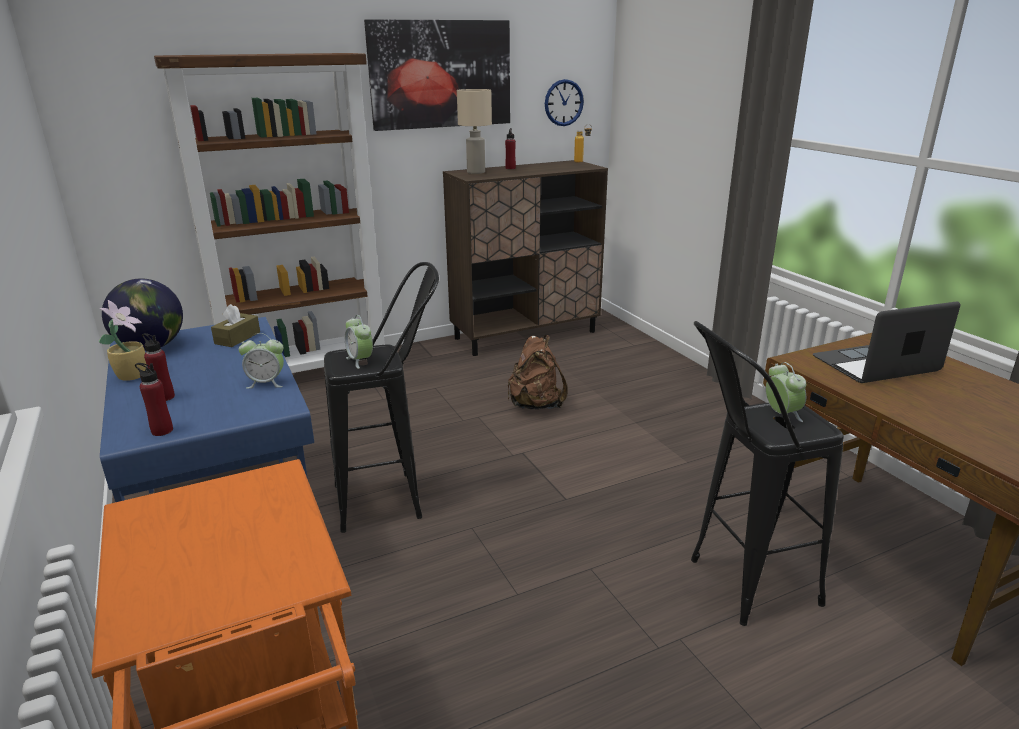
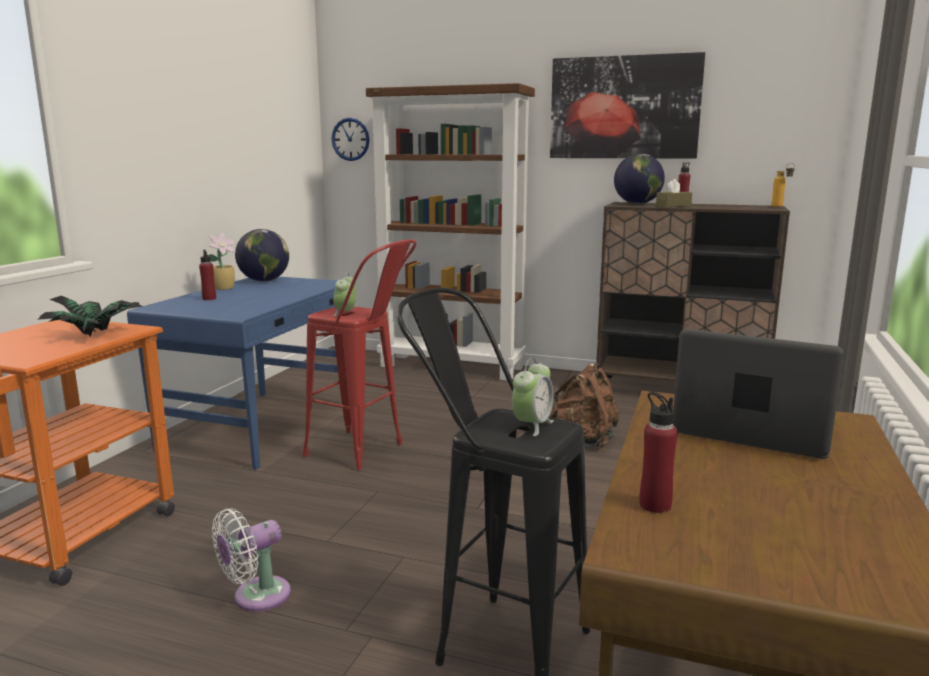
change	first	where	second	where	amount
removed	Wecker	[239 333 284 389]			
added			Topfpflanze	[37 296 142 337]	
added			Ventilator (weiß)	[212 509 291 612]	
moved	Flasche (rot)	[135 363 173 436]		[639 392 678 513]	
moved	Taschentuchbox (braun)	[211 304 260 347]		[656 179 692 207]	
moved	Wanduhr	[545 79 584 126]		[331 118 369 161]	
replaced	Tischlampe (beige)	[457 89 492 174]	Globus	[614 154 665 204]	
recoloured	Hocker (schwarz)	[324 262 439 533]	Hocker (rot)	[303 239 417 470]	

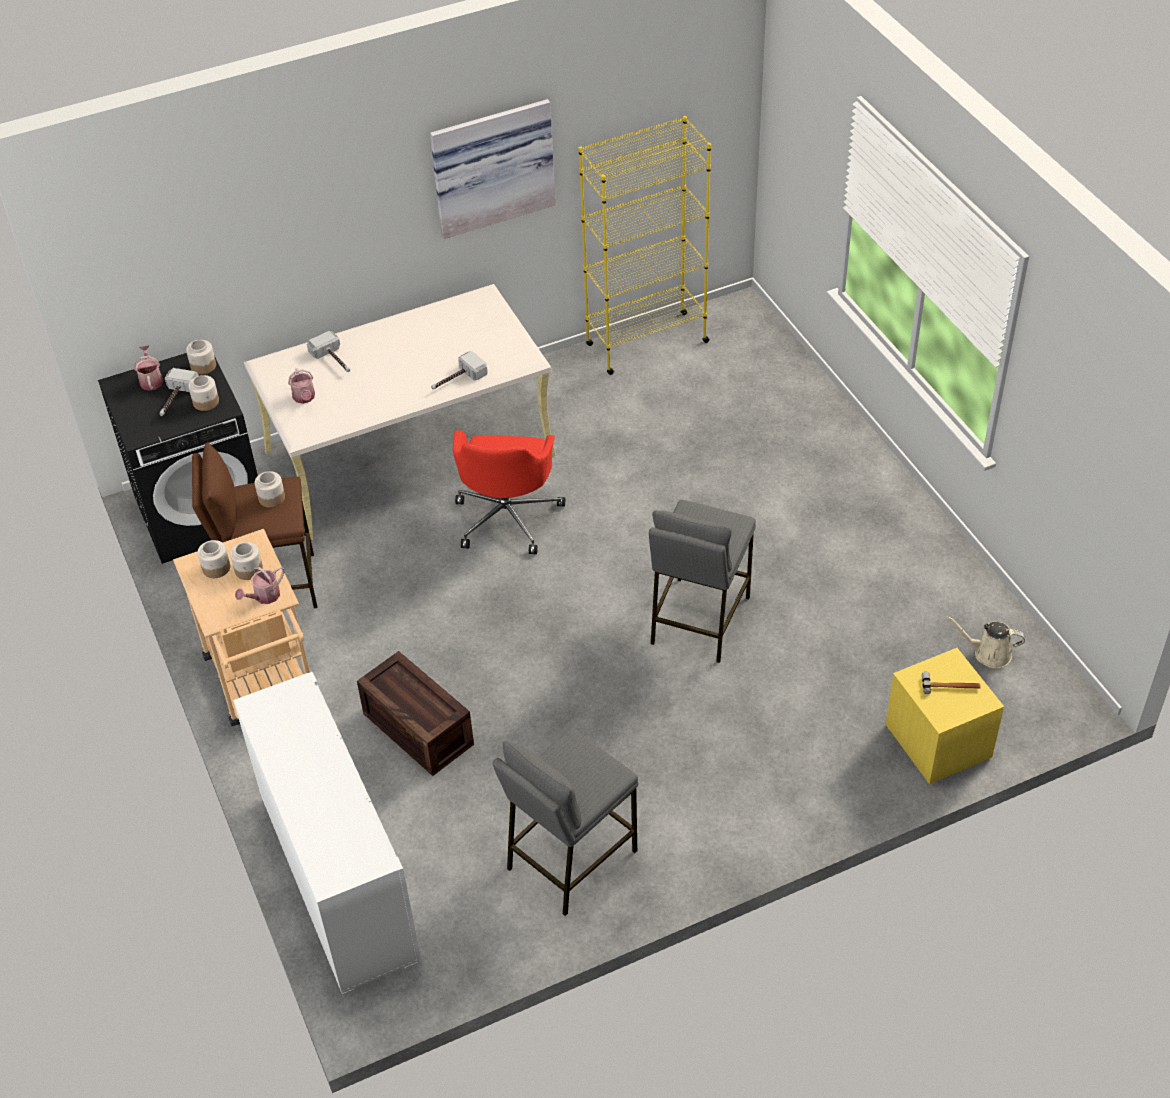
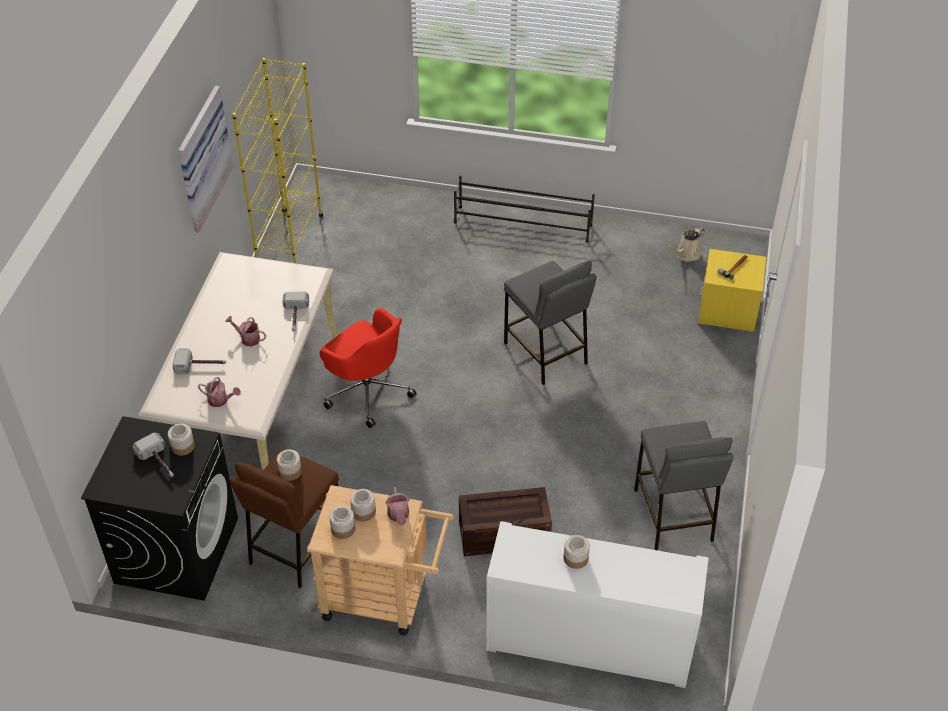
change	first	where	second	where	amount
added			Schuhregal (schwarz)	[454 176 595 242]	
moved	Gießkanne	[134 345 163 390]		[225 316 266 346]	
moved	Vorratsglas	[186 340 216 375]		[564 535 590 569]	

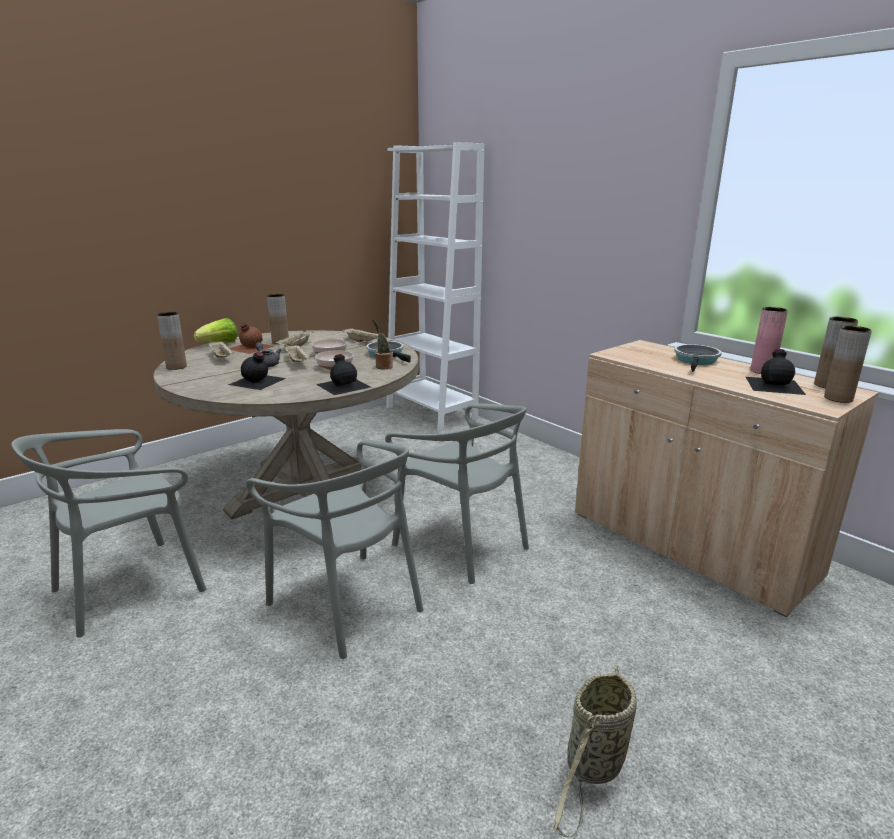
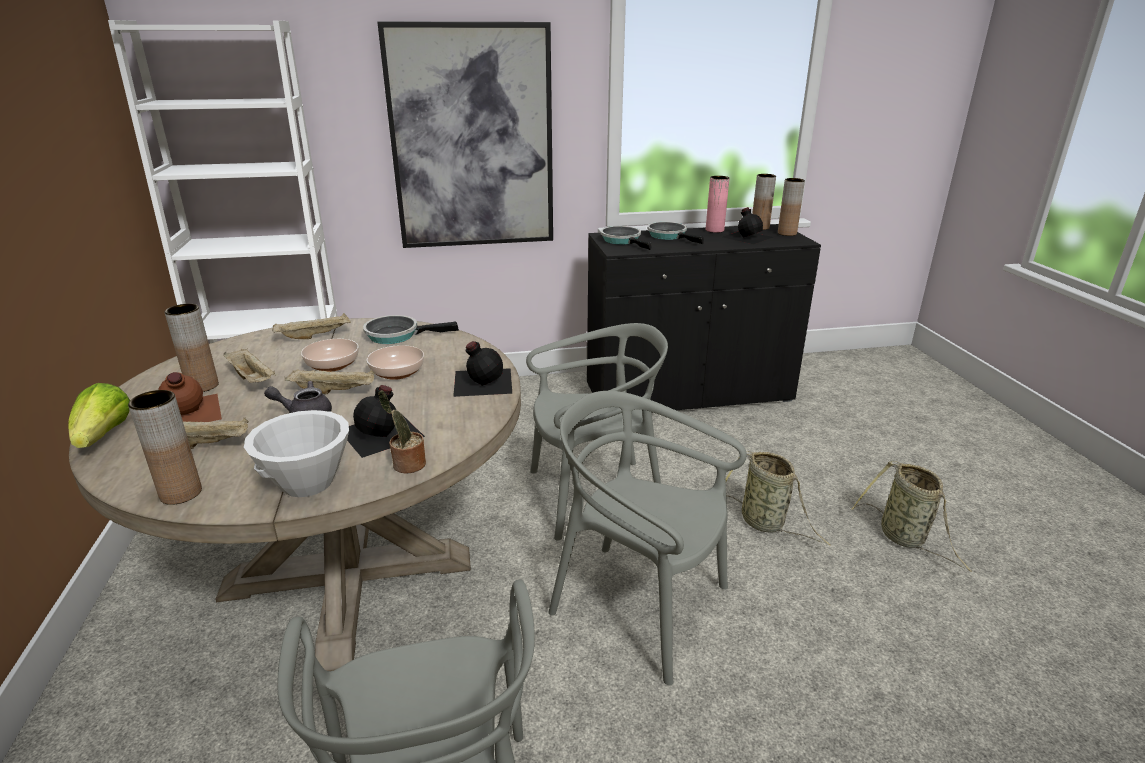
change	first	where	second	where	amount
added			Schüssel (weiß)	[244 410 349 497]	
added			Bild	[377 21 553 248]	
added			Pfanne	[601 226 652 250]	
added			Korb	[726 451 831 545]	
moved	Topfpflanze	[372 319 393 370]		[378 390 426 473]	
recoloured	Schrank (beige)	[575 340 879 617]	Schrank (schwarz)	[587 224 821 413]	
turned	Stuhl (grau)	[246 440 423 659]		[549 391 747 685]	135 degrees counterclockwise

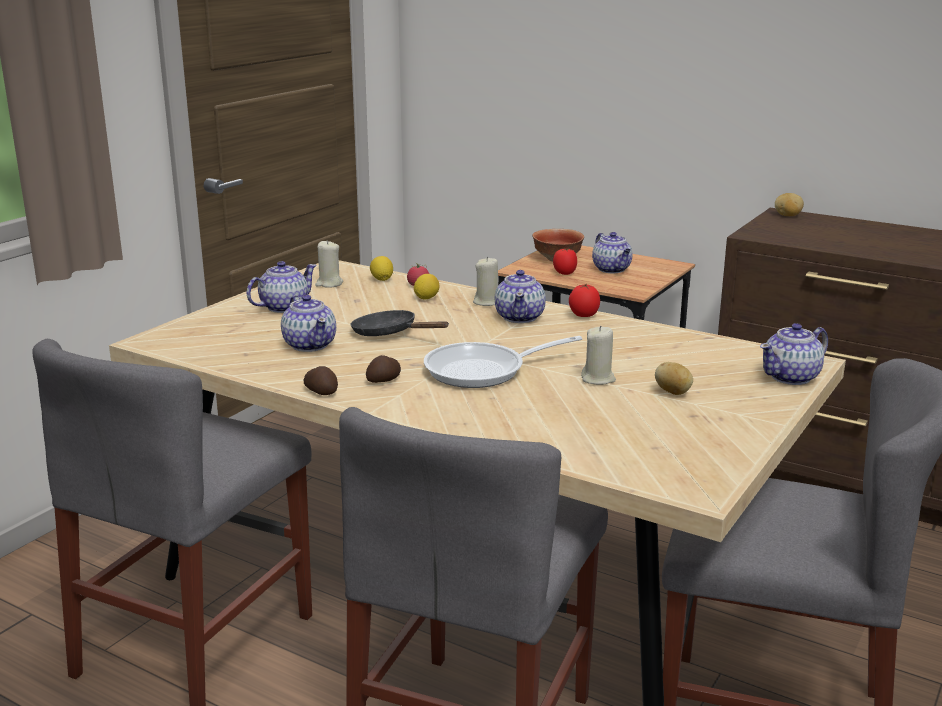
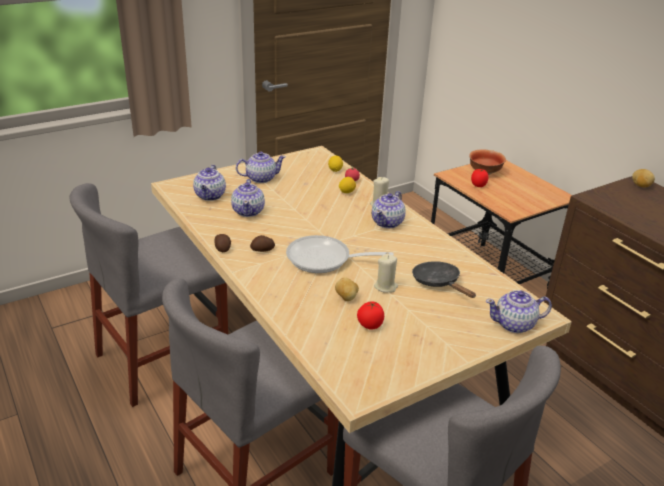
change	first	where	second	where	amount
removed	Kerze (beige)	[315 240 343 288]			
moved	Pfanne (schwarz)	[350 310 449 336]		[412 261 476 298]	
moved	Tomate	[569 284 600 317]		[357 301 384 330]	
moved	Teekanne	[592 232 632 273]		[193 165 226 201]	
moved	Kartoffel	[655 362 693 395]		[335 277 359 301]	

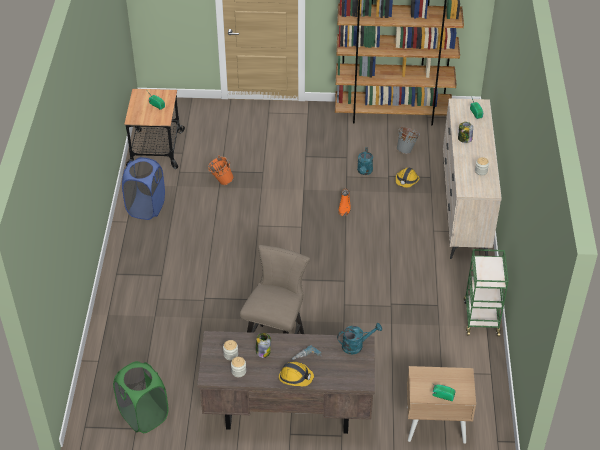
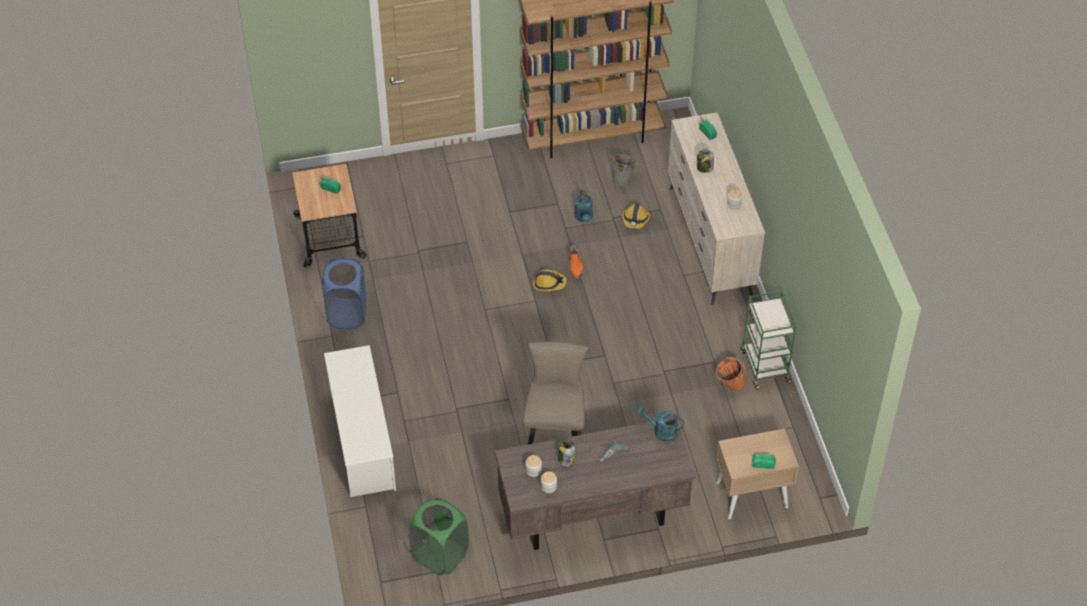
change	first	where	second	where	amount
added			Schuhregal (weiß)	[324 345 396 497]	
moved	Eimer (orange)	[208 156 234 185]		[716 357 747 392]	
moved	Schutzhelm	[279 362 314 386]		[533 269 567 291]	
turned	Gießkanne (türkis)	[337 323 382 355]		[636 406 684 441]	135 degrees counterclockwise

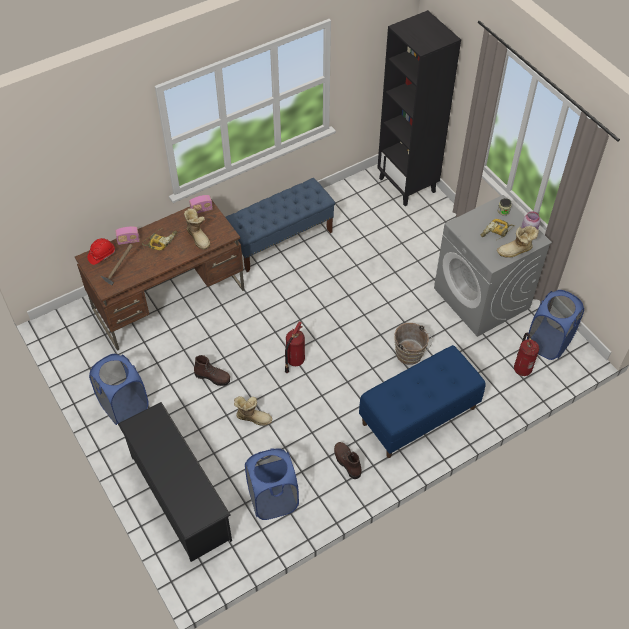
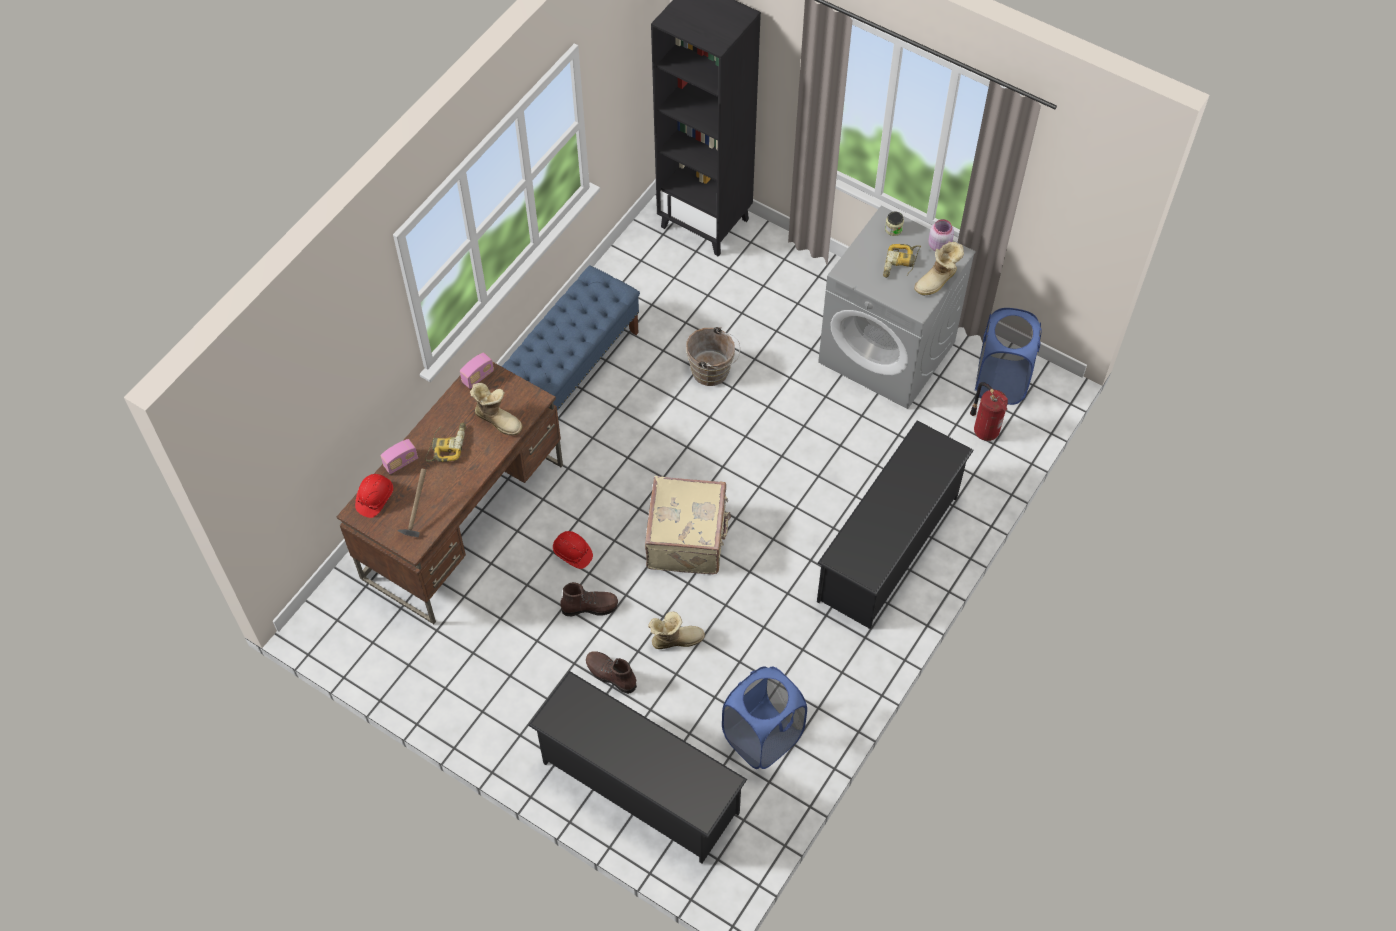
change	first	where	second	where	amount
removed	Wäschekorb (blau)	[89 354 149 425]			
added			Schutzhelm (rot)	[553 531 593 569]	
moved	Stiefel (braun)	[334 442 362 479]		[586 651 637 694]	
moved	Eimer (braun)	[394 323 432 365]		[686 327 740 386]	
replaced	Feuerlöscher	[285 321 305 373]	Koffer (beige)	[645 476 731 574]	
replaced	Bank (blau)	[359 345 486 458]	Schuhregal (schwarz)	[817 420 974 629]	

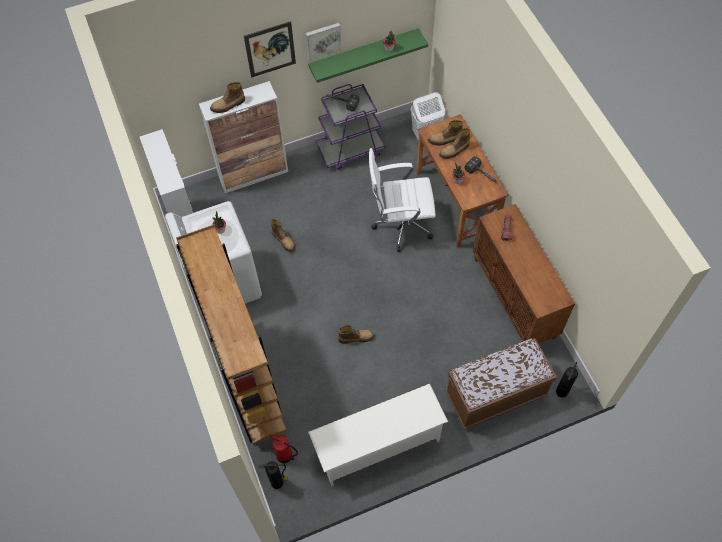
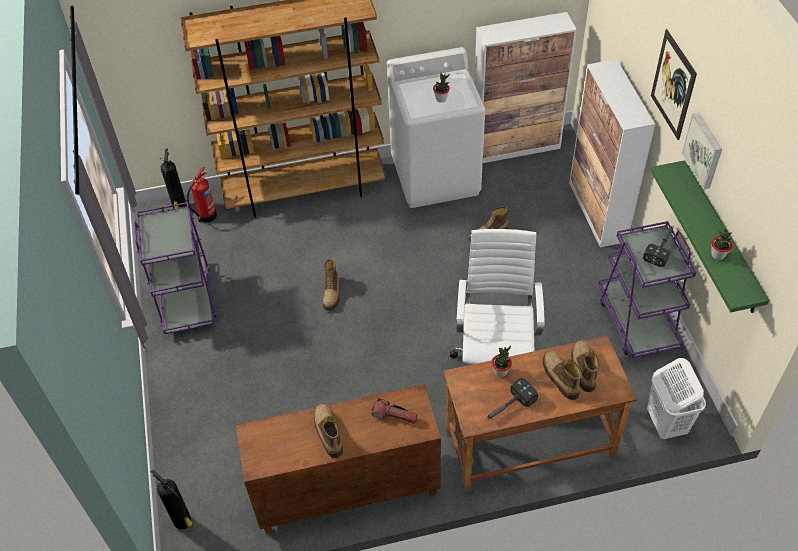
change	first	where	second	where	amount
removed	Bank (braun)	[445 338 557 430]			
moved	Stiefel	[210 82 245 113]		[314 404 343 458]	
replaced	Schuhregal (weiß)	[308 384 448 486]	Rollwagen (lila)	[134 202 217 334]	

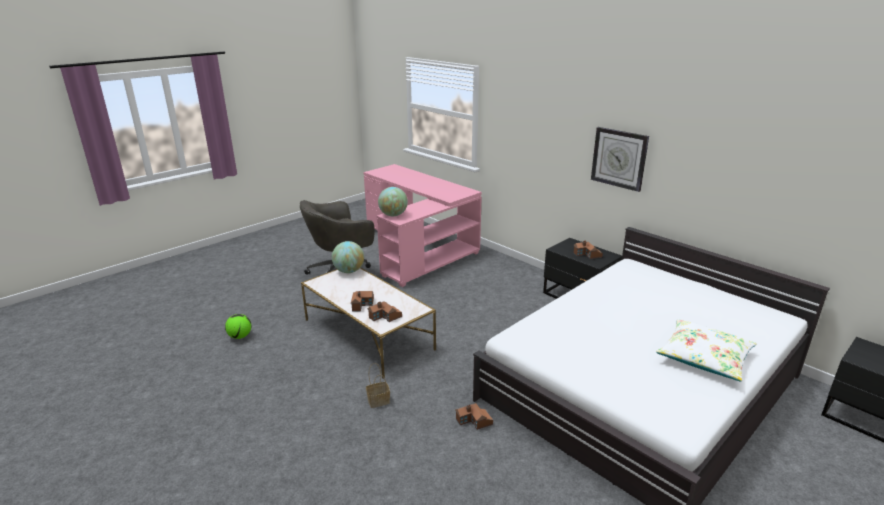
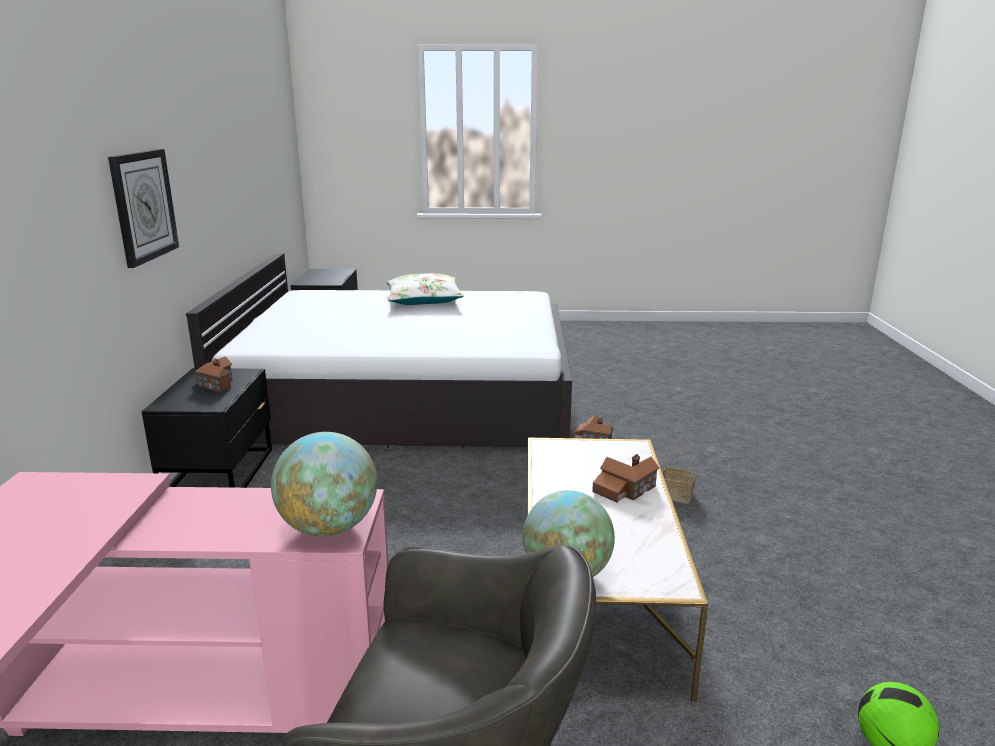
change	first	where	second	where	amount
removed	Spielzeughaus	[367 301 402 322]			

